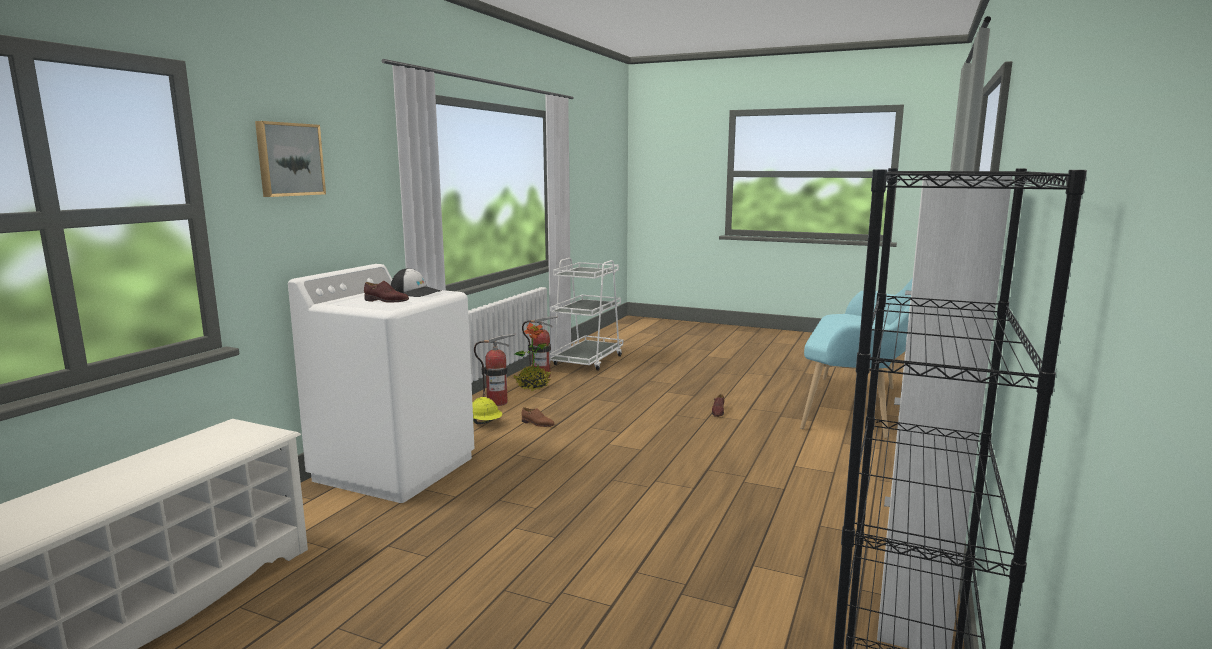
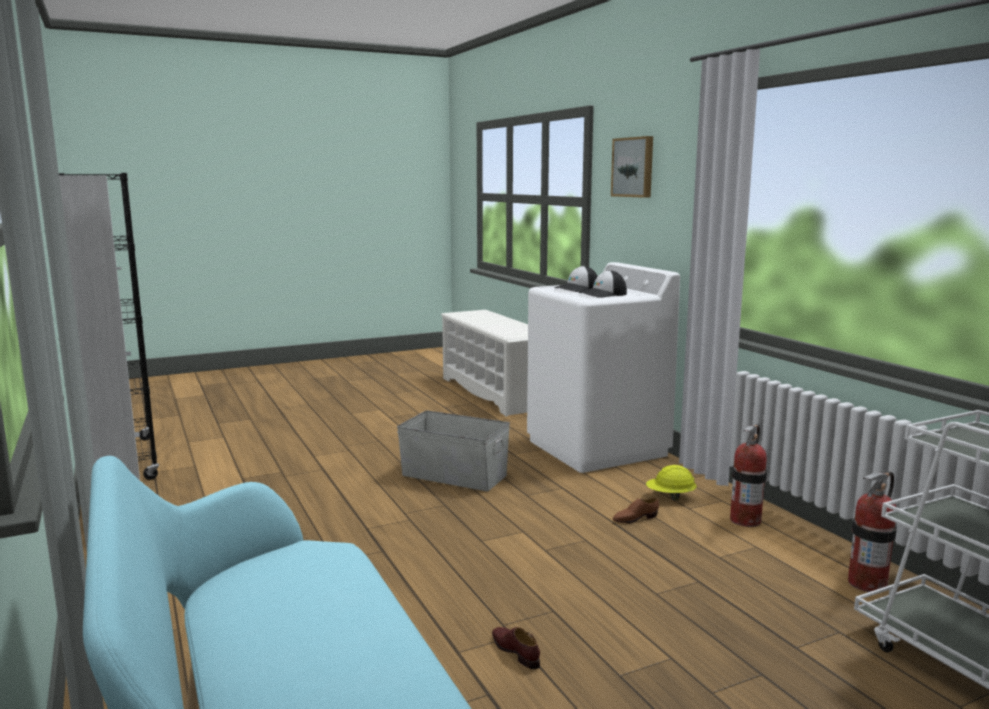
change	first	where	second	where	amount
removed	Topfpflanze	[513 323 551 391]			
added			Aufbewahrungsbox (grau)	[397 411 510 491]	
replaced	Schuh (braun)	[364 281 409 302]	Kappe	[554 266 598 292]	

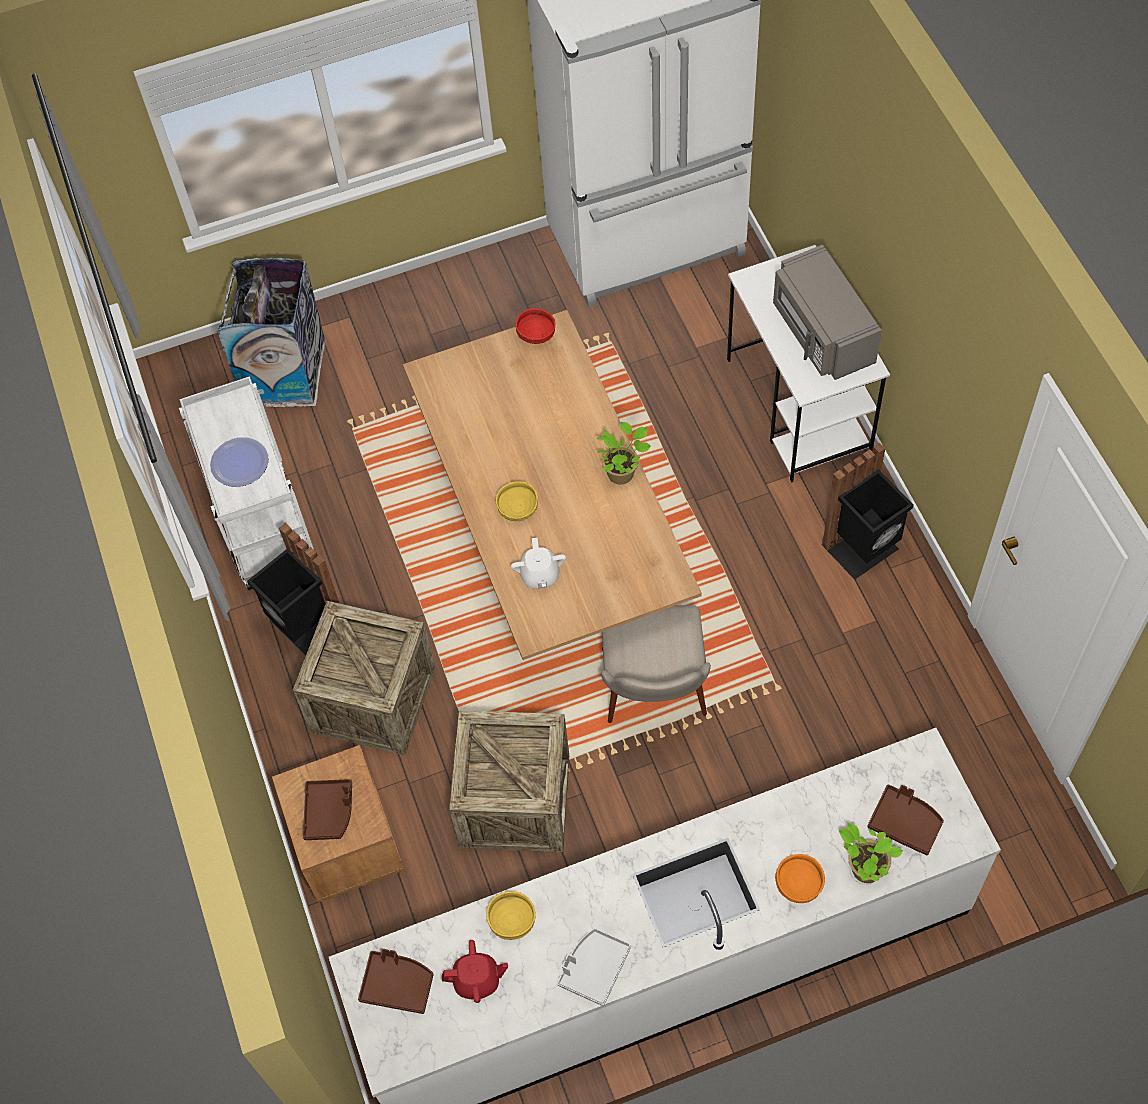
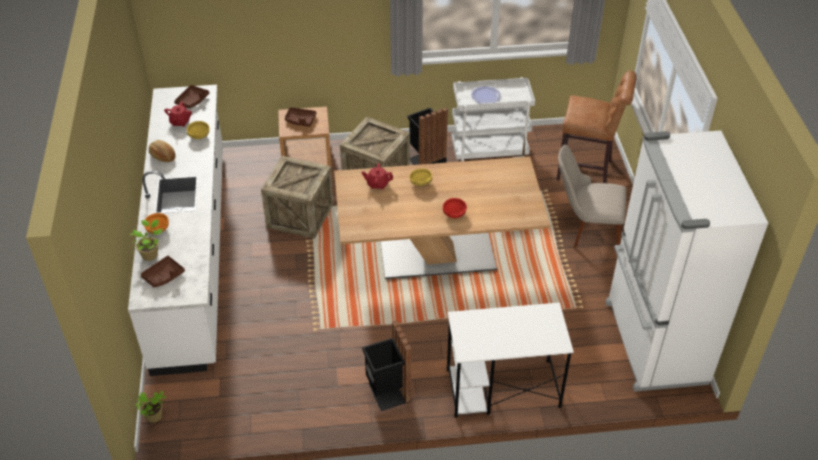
change	first	where	second	where	amount
removed	Mikrowelle (grau)	[773 245 882 380]			
moved	Schüssel (rot)	[515 308 556 344]		[443 198 467 218]	
moved	Topfpflanze	[596 422 651 485]		[135 391 166 423]	
moved	Stuhl (beige)	[601 605 711 723]		[558 144 626 249]	
replaced	Mülleimer	[215 257 326 407]	Hocker (braun)	[557 71 637 183]	
replaced	Tablett (grau)	[557 928 631 1006]	Brot	[149 140 176 162]	
recoloured	Teekanne (weiß)	[511 538 566 589]	Teekanne (rot)	[362 163 393 189]	

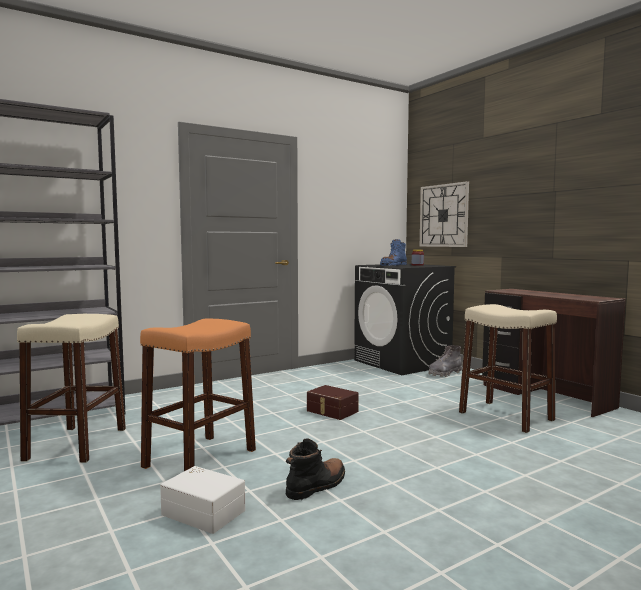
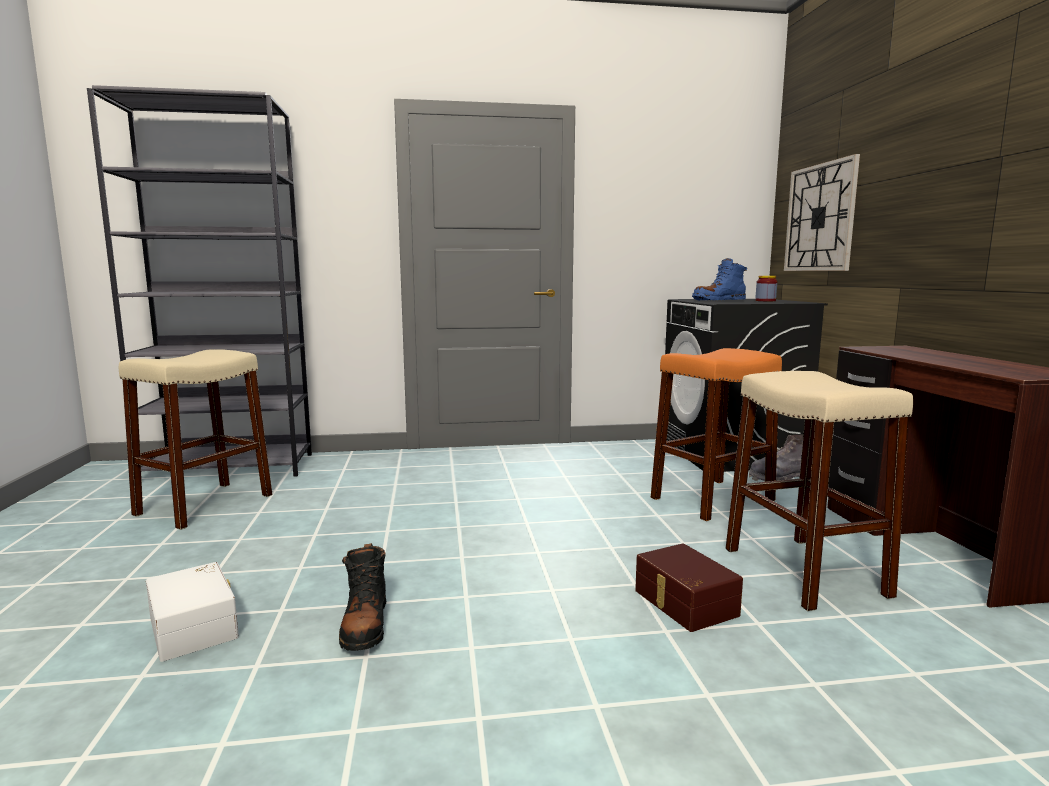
change	first	where	second	where	amount
moved	Hocker (orange)	[140 318 256 471]		[651 348 782 521]	
moved	Aufbewahrungsbox (braun)	[307 385 359 420]		[635 543 743 632]	
turned	Stiefel (schwarz)	[286 438 345 500]		[339 543 387 651]	105 degrees clockwise

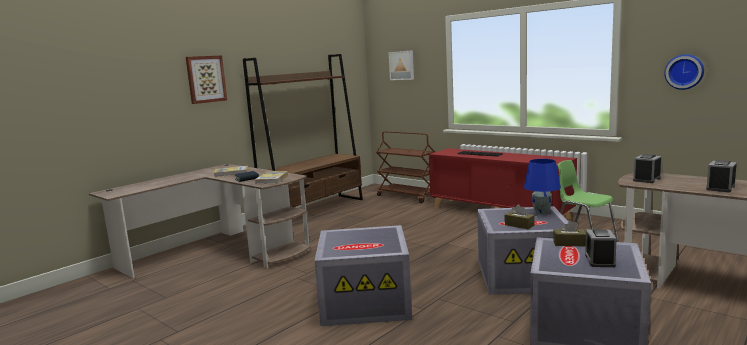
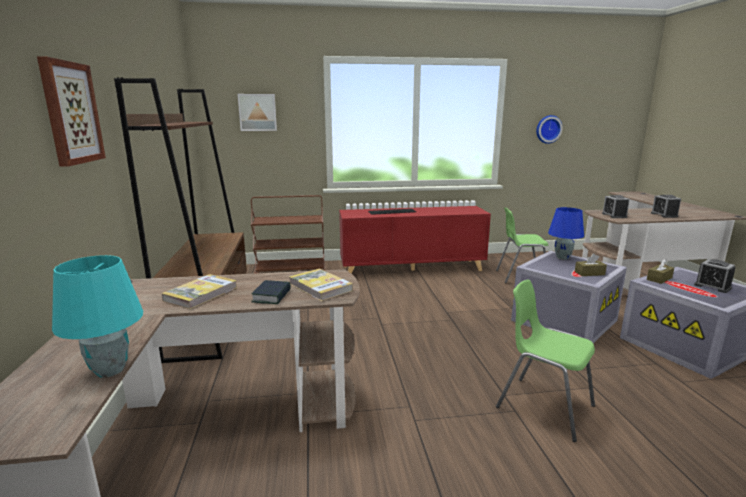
change	first	where	second	where	amount
added			Tischlampe (türkis)	[52 255 143 378]	
replaced	Aufbewahrungsbox (grau)	[315 225 412 326]	Stuhl (grün)	[496 280 595 442]	

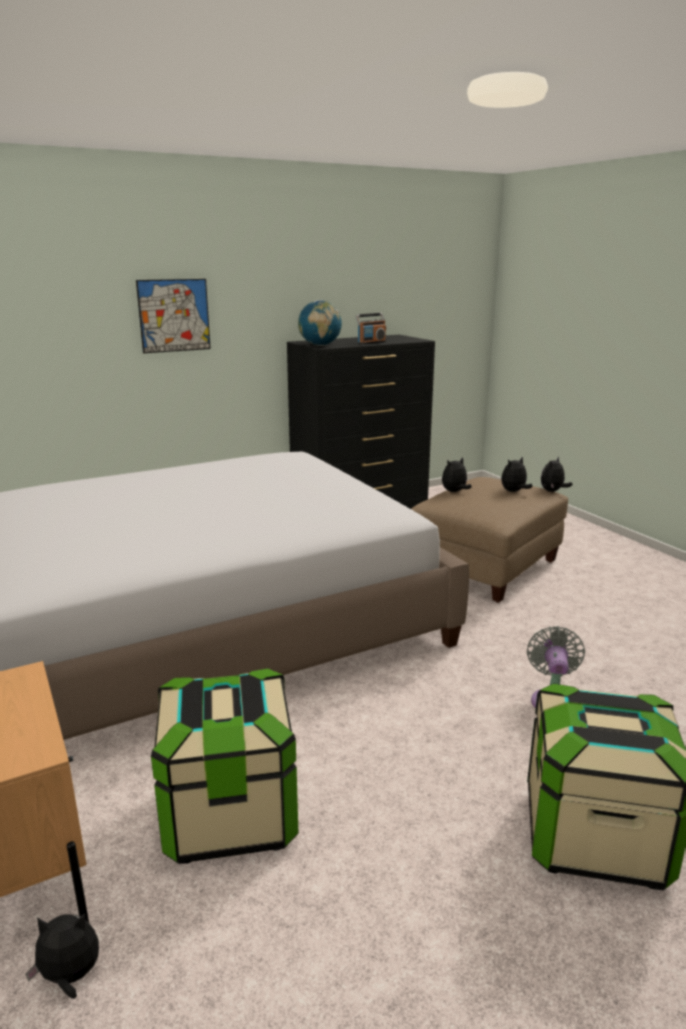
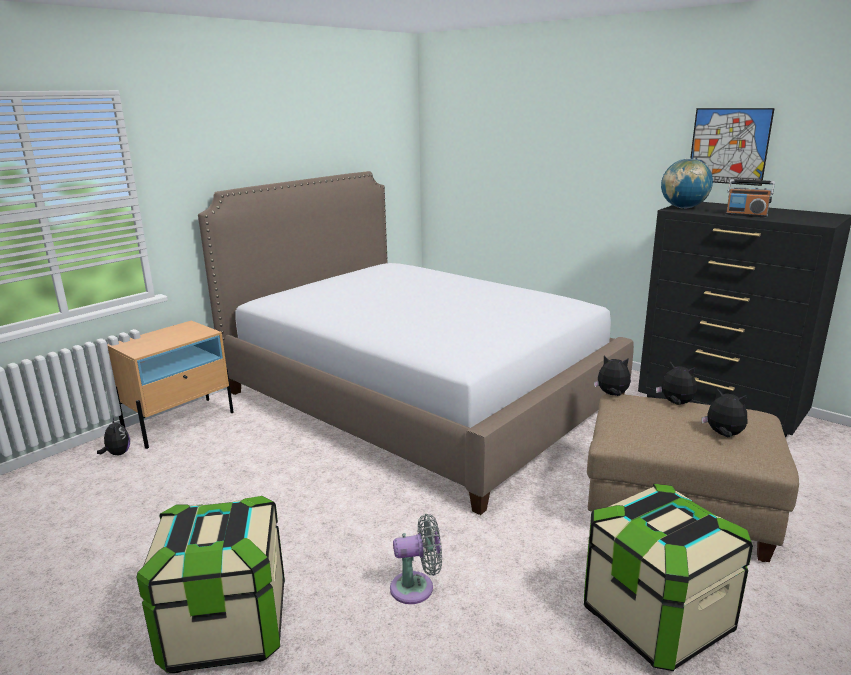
change	first	where	second	where	amount
moved	Bild	[136 279 211 353]		[690 108 775 186]	
moved	Aufbewahrungsbox	[151 668 298 864]		[584 484 753 671]	
moved	Plüschtier	[541 457 572 492]		[594 356 631 396]	

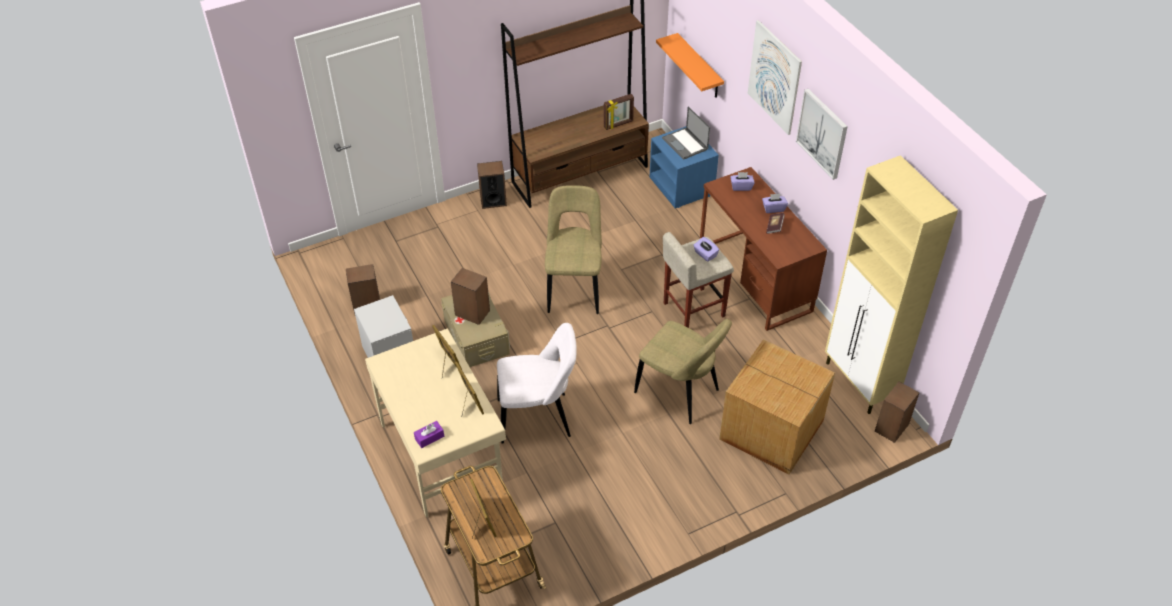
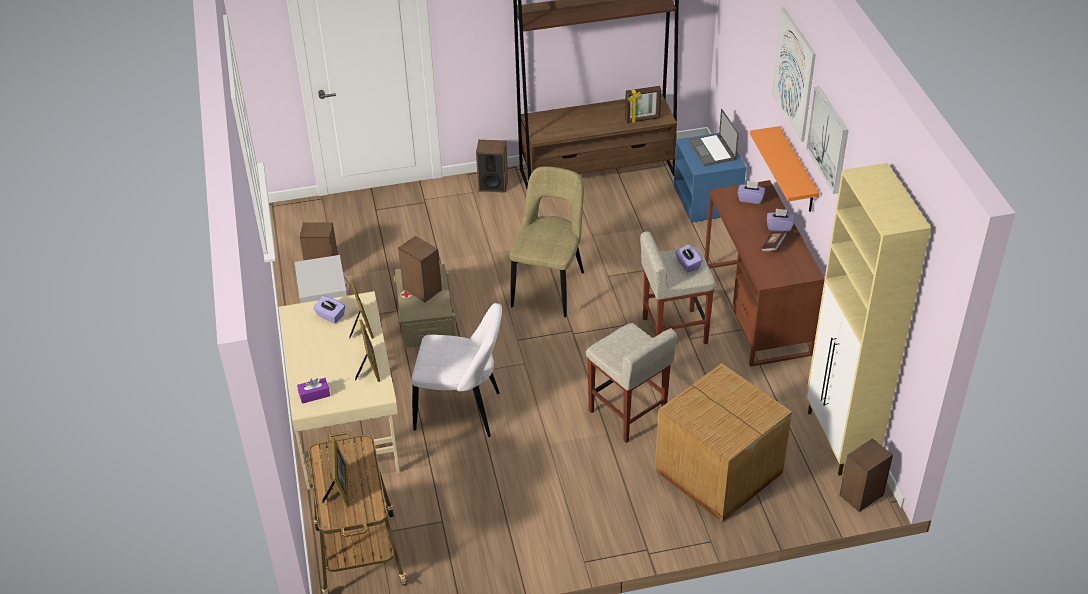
change	first	where	second	where	amount
added			Taschentuchbox (lila)	[313 296 345 323]	
moved	Wandregal (orange)	[656 33 724 98]		[750 126 819 212]	
replaced	Stuhl (beige)	[634 319 732 424]	Hocker (beige)	[586 323 677 443]	

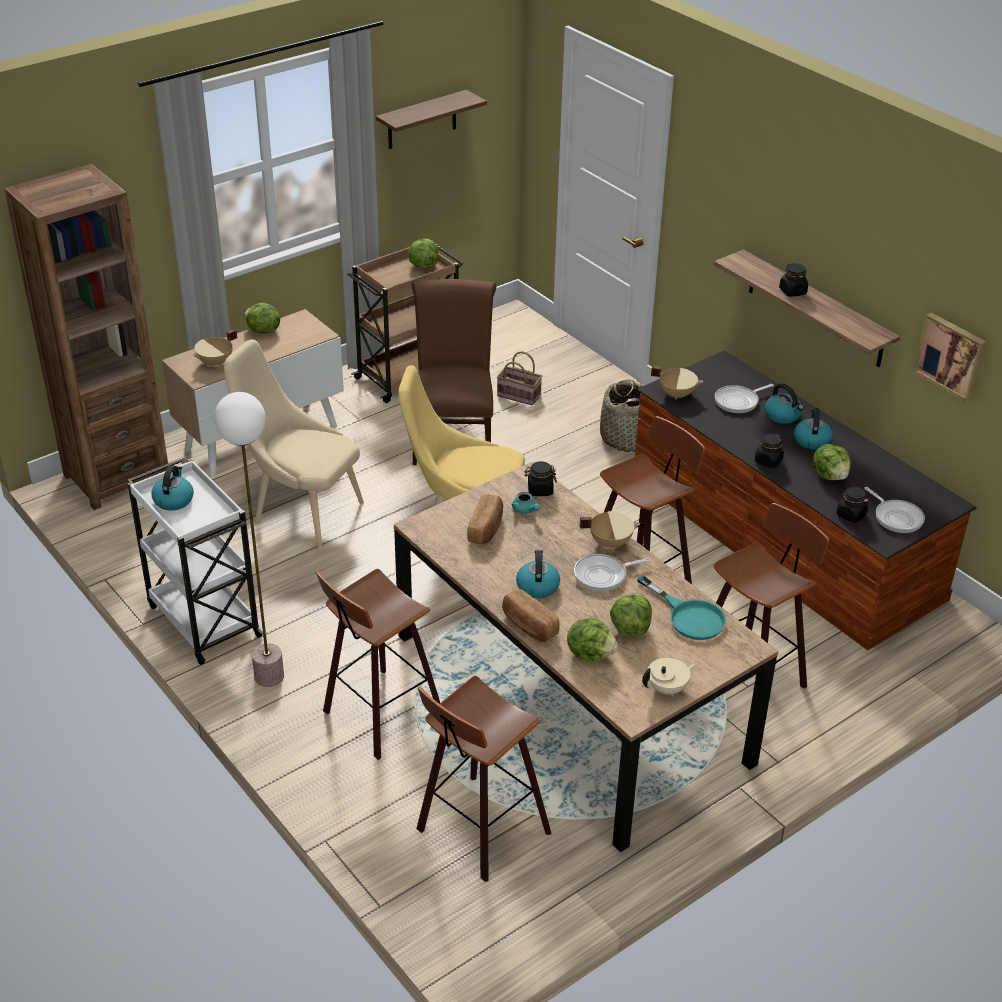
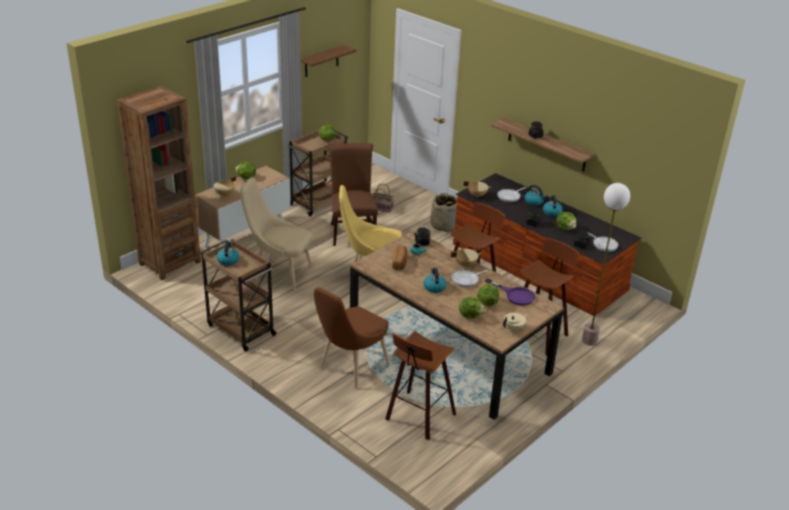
change	first	where	second	where	amount
removed	Brot	[502 589 560 642]			
removed	Bild	[914 312 986 403]			
moved	Stehlampe	[214 392 284 687]		[582 183 630 346]	
replaced	Hocker	[315 569 440 760]	Stuhl (braun)	[314 287 390 388]	
recoloured	Rollwagen (weiß)	[127 458 263 665]	Rollwagen (braun)	[200 239 277 352]	
recoloured	Pfanne (türkis)	[637 575 726 640]	Pfanne (lila)	[485 278 535 306]	

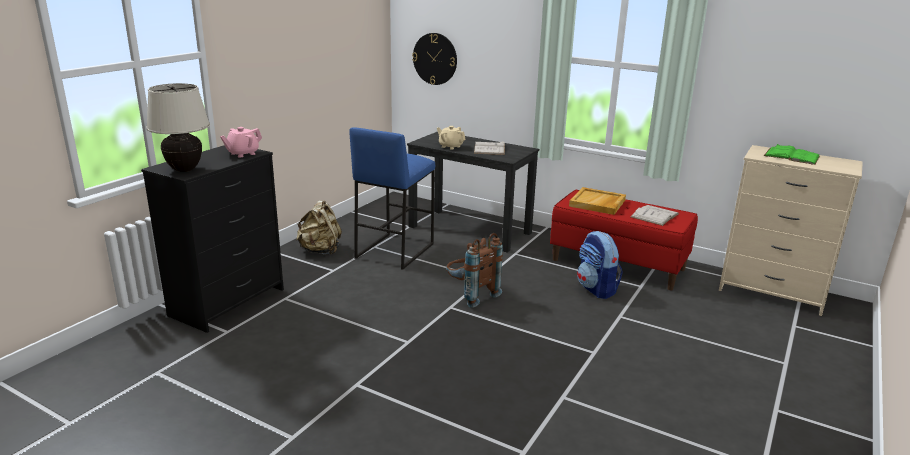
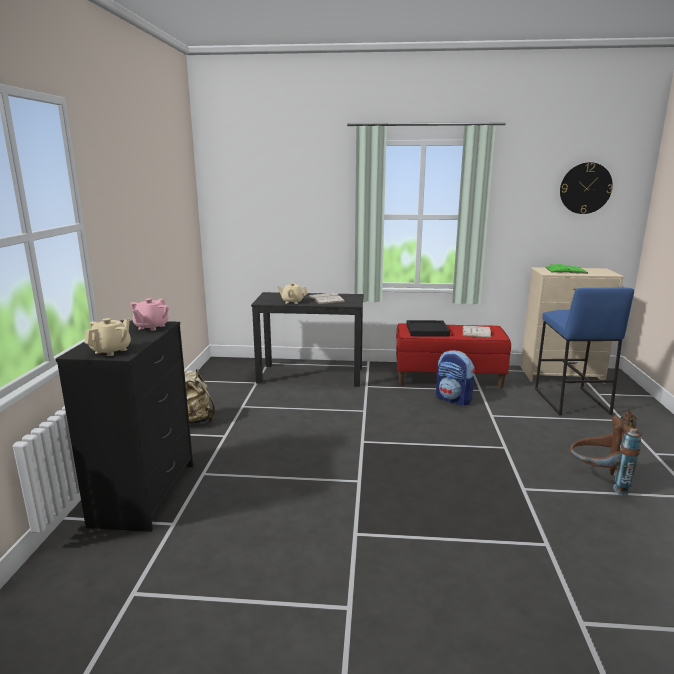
change	first	where	second	where	amount
moved	Hocker (blau)	[349 127 435 270]		[535 288 634 416]	
moved	Wanduhr	[412 33 457 85]		[560 162 613 214]	
moved	Rucksack (braun)	[446 233 503 308]		[570 408 641 496]	
replaced	Tischlampe (beige)	[146 83 210 172]	Teekanne (beige)	[84 318 131 356]	
recoloured	Tablett (beige)	[569 187 626 215]	Tablett (schwarz)	[407 320 450 337]	

